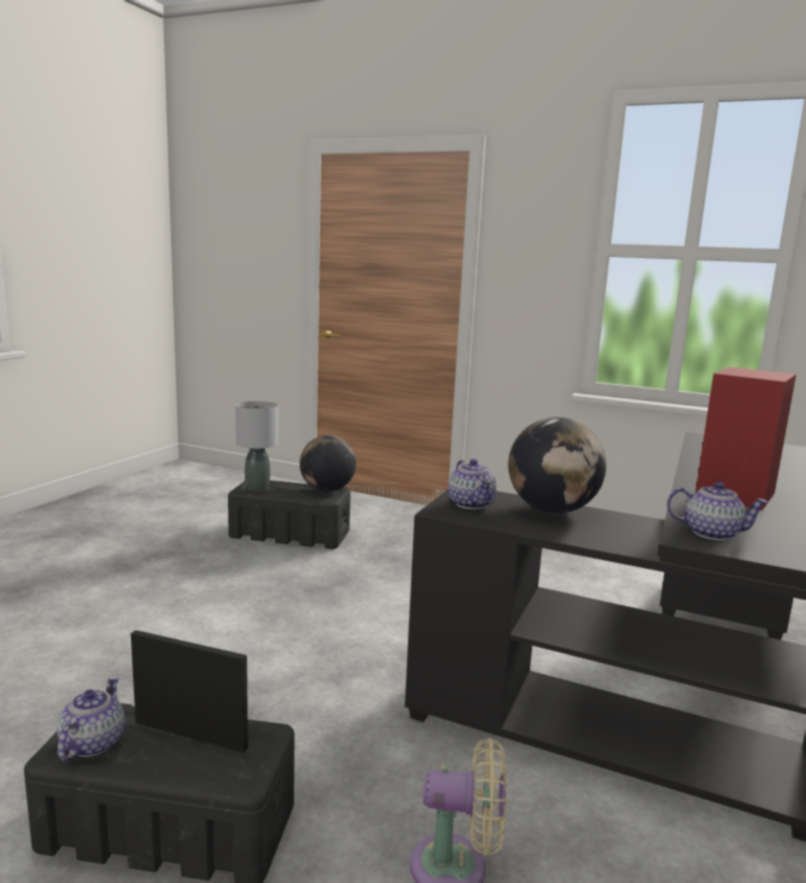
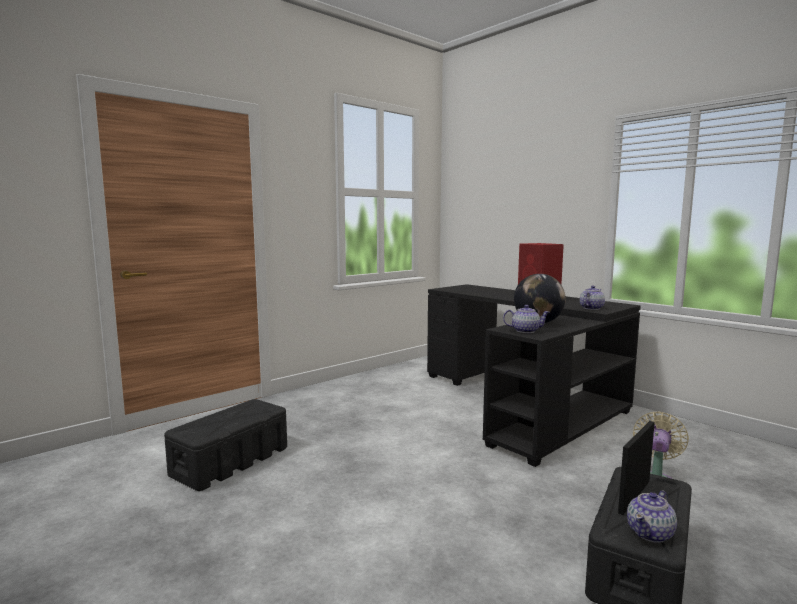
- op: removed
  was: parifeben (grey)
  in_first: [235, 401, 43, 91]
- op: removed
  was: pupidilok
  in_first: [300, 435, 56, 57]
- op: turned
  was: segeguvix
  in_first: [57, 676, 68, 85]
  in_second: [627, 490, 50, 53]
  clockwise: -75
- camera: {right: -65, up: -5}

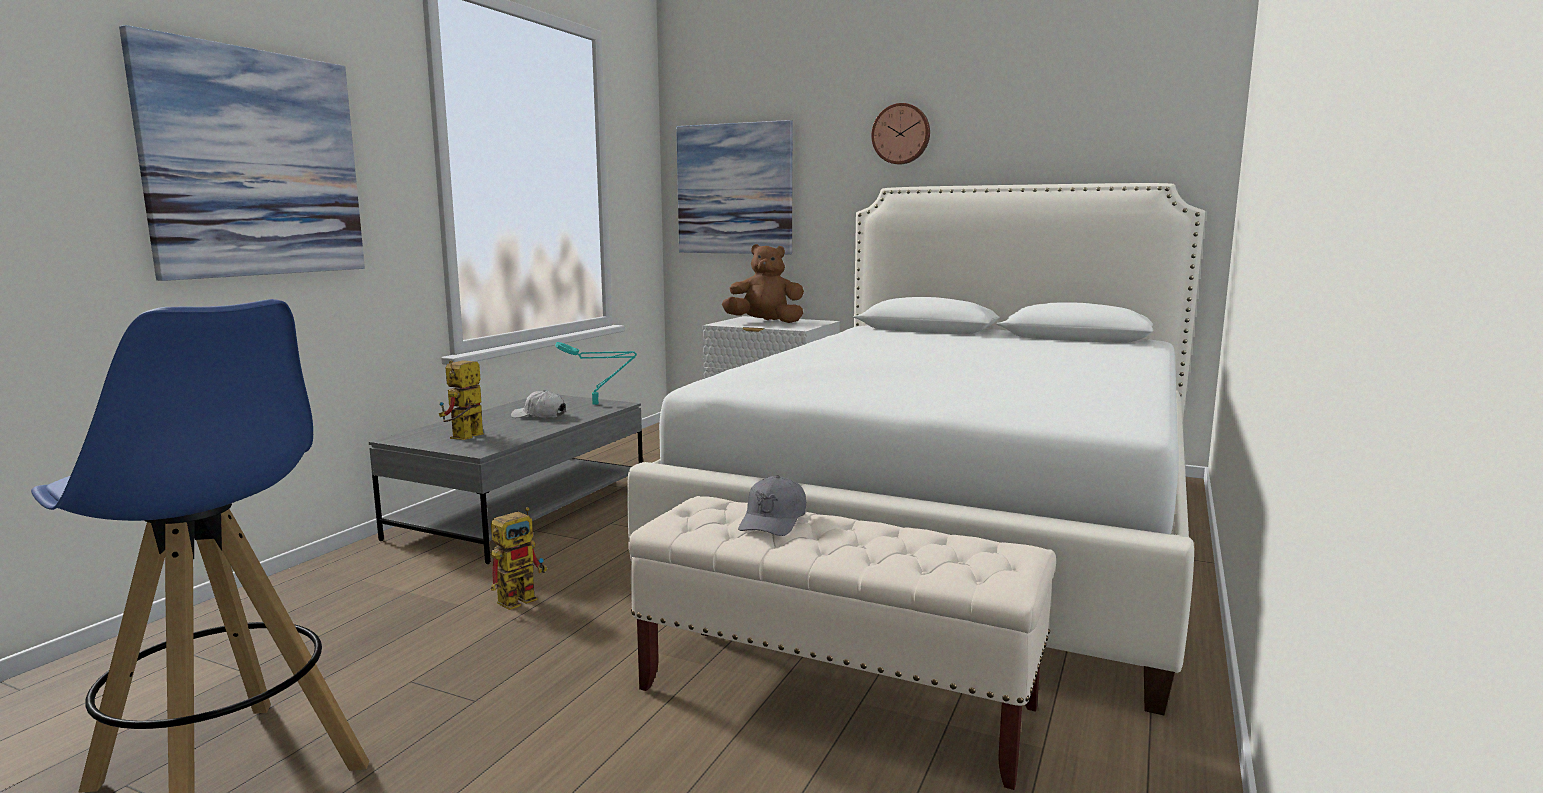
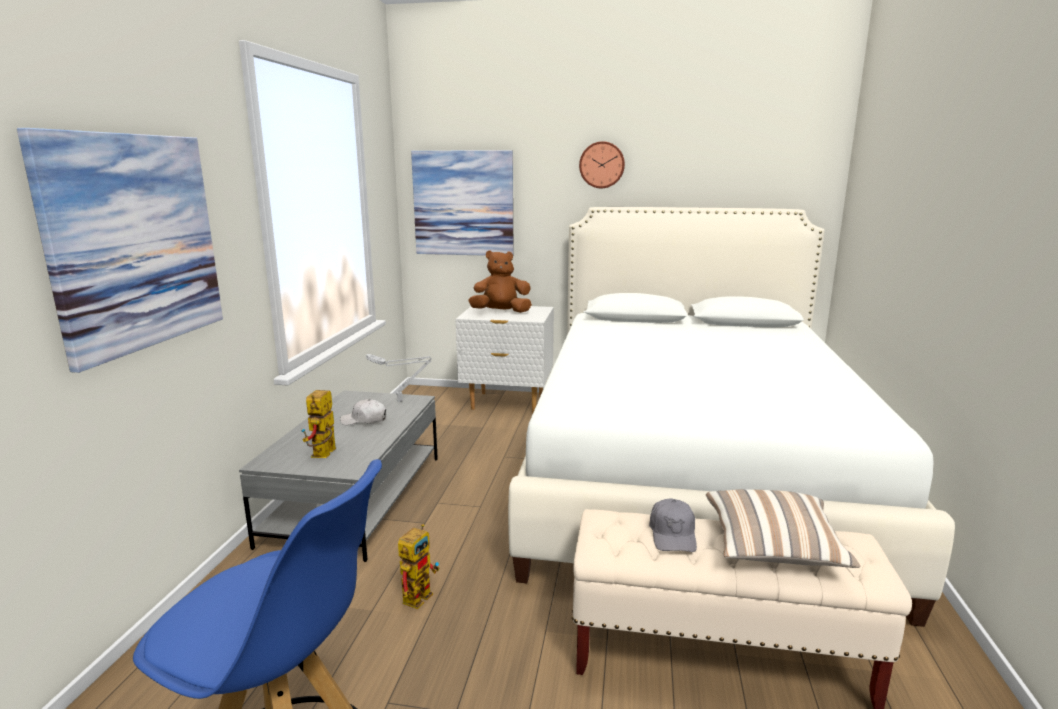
- op: recoloured
  was: parifeben (turquoise)
  now: parifeben (grey)
  in_first: [555, 342, 82, 63]
  in_second: [366, 354, 66, 48]
- op: added
  now: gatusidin
  in_second: [706, 489, 155, 79]
- camera: {right: -15, up: 5}

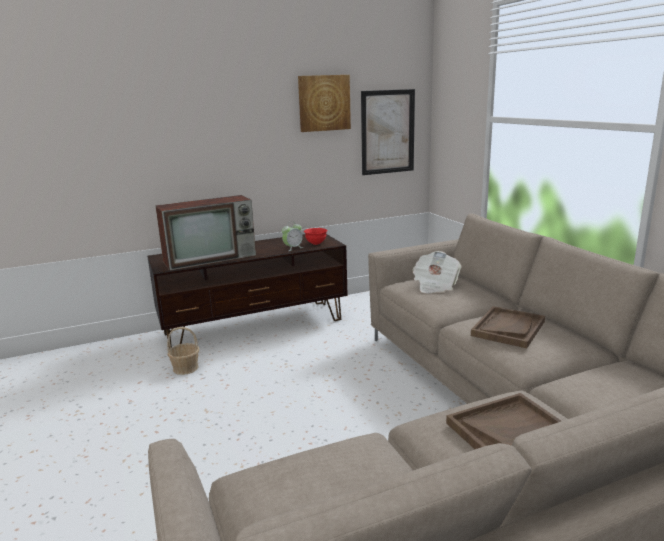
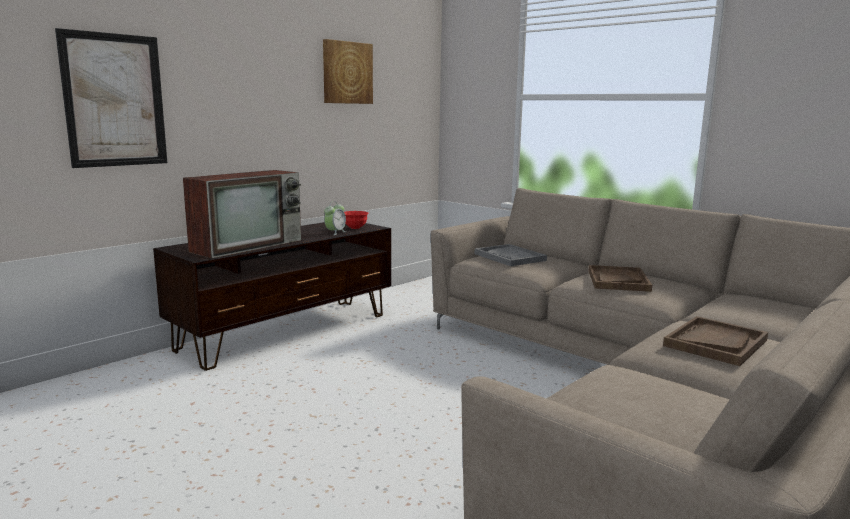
- op: moved
  was: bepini
  in_first: [361, 89, 54, 86]
  in_second: [55, 28, 112, 140]
- op: replaced
  was: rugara
  now: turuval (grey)
  in_first: [412, 251, 50, 43]
  in_second: [475, 244, 72, 22]
- op: removed
  was: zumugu
  in_first: [167, 327, 32, 48]
- camera: {right: -25, up: -5}

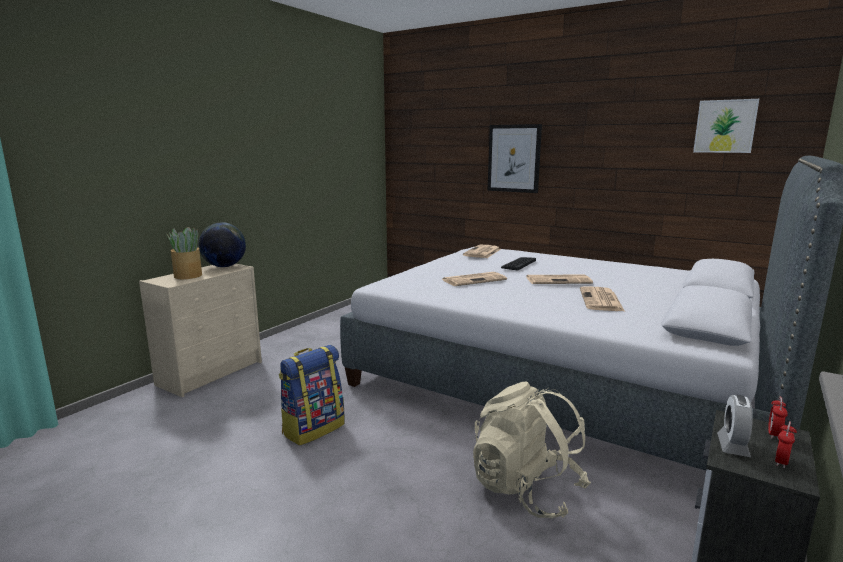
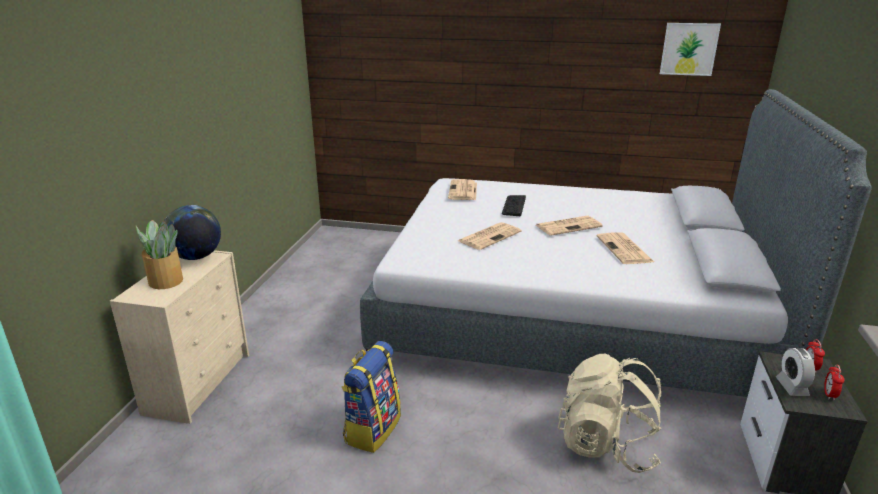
- op: removed
  was: bepini
  in_first: [488, 124, 54, 69]
- camera: {right: -20, up: 10}

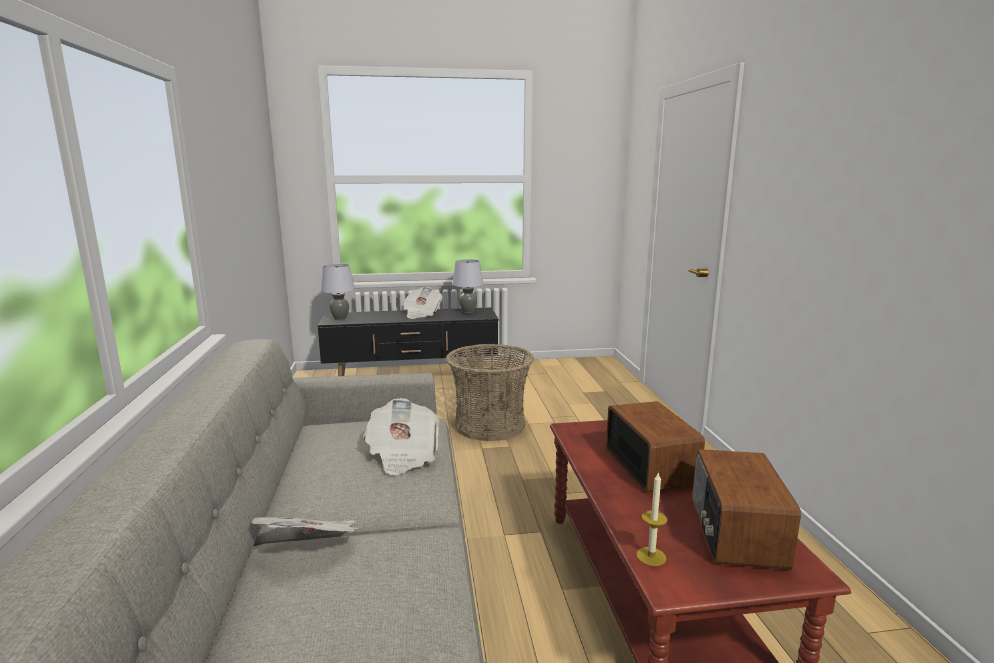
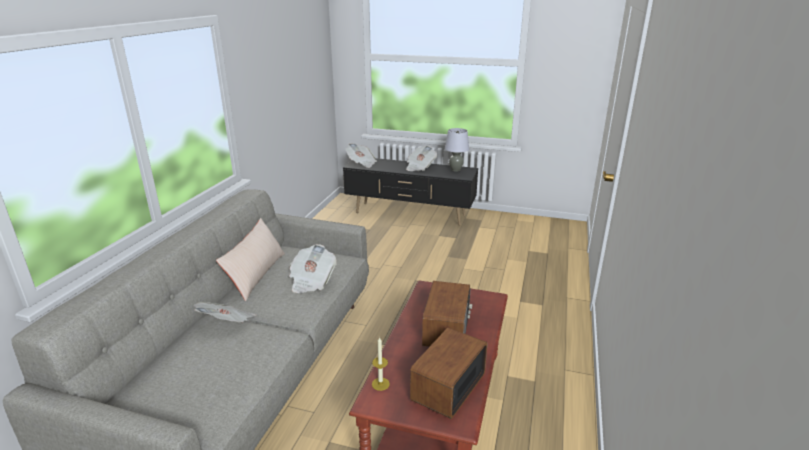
- op: replaced
  was: parifeben (grey)
  now: rugara
  in_first: [321, 264, 34, 56]
  in_second: [345, 143, 32, 25]
- op: removed
  was: zumugu
  in_first: [446, 344, 88, 97]
- op: added
  now: gatusidin (beige)
  in_second: [216, 218, 69, 83]
- camera: {right: 25, up: 10}

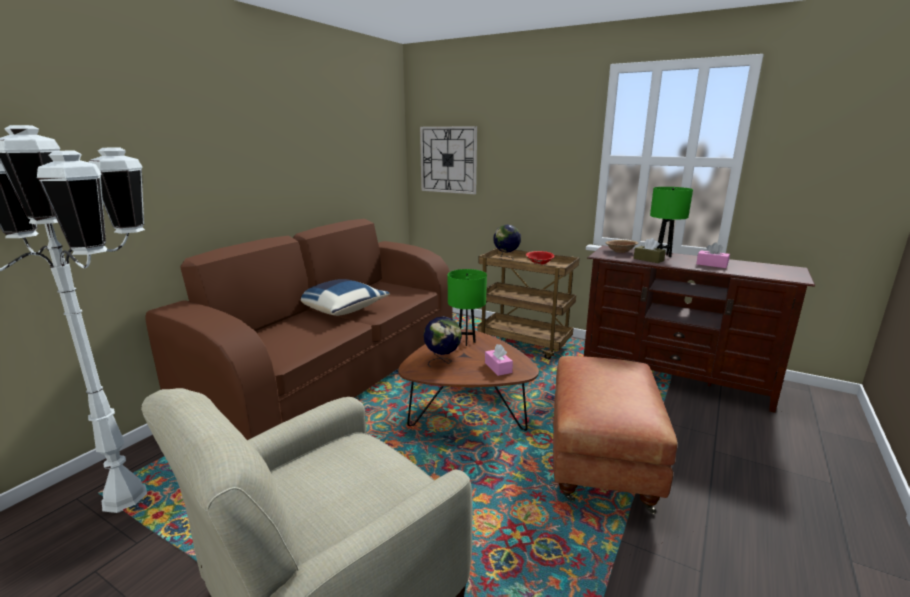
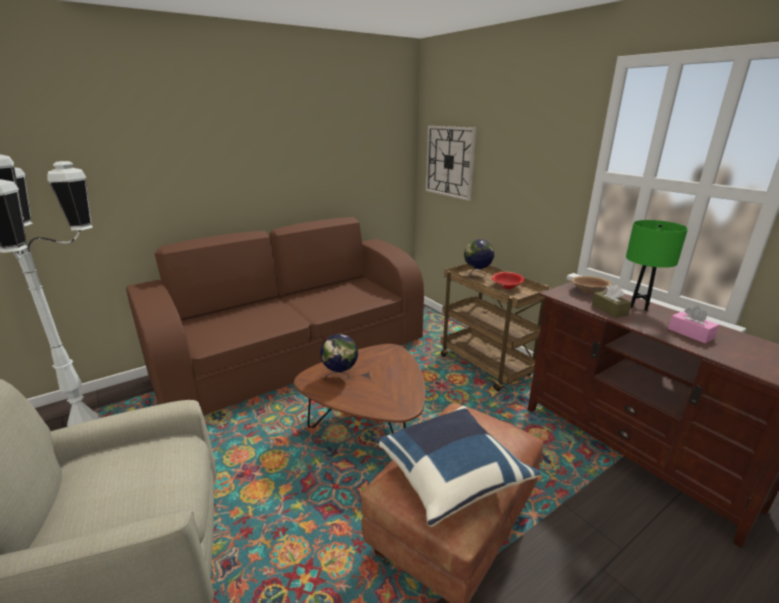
- op: removed
  was: parifeben (green)
  in_first: [448, 269, 39, 77]
- op: moved
  was: gatusidin (blue)
  in_first: [301, 279, 89, 37]
  in_second: [375, 406, 166, 121]
- op: removed
  was: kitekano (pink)
  in_first: [485, 344, 28, 32]
- camera: {right: 25, up: 5}

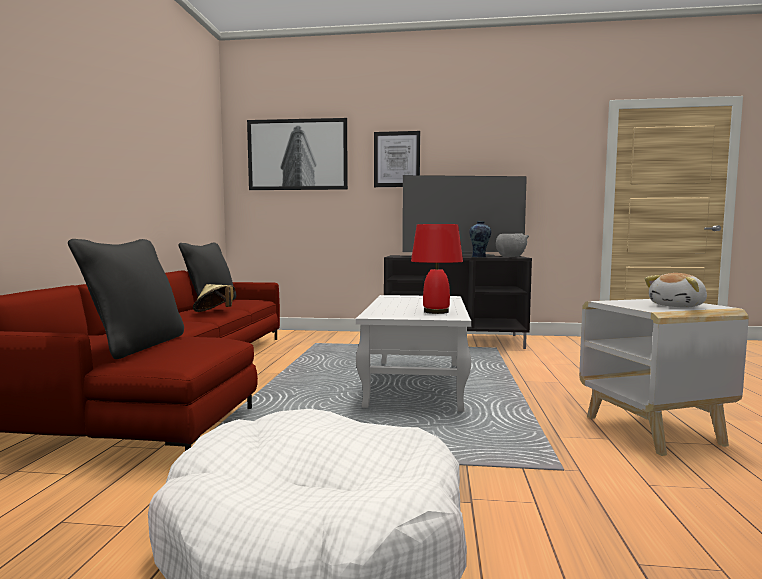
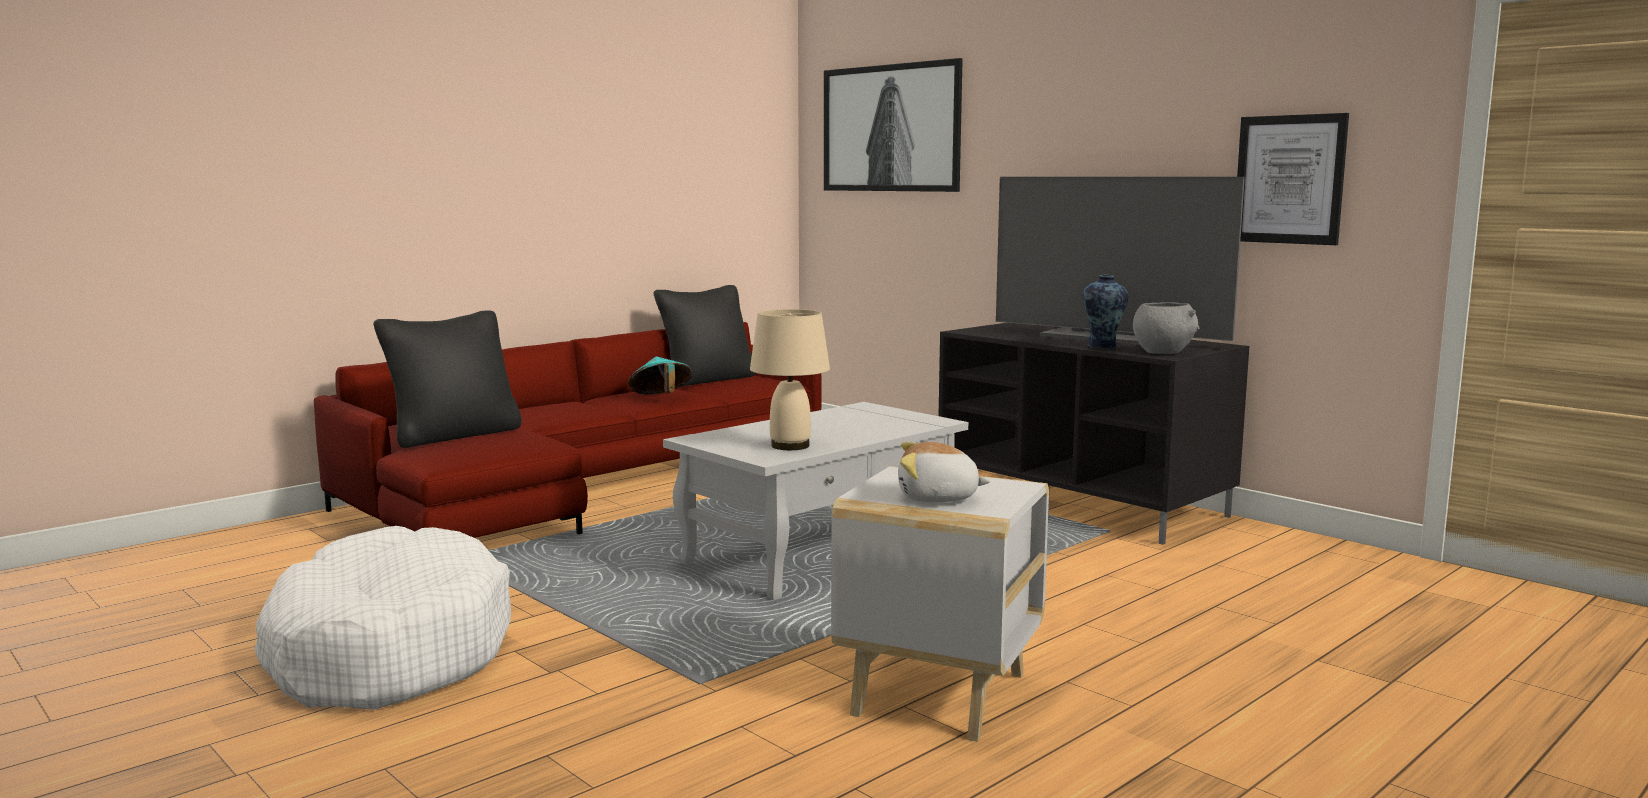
- op: moved
  was: bepini
  in_first: [374, 131, 46, 56]
  in_second: [1237, 113, 112, 132]
- op: recoloured
  was: parifeben (red)
  now: parifeben (beige)
  in_first: [411, 224, 52, 90]
  in_second: [750, 309, 80, 141]
- op: recoloured
  was: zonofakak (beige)
  now: zonofakak (turquoise)
  in_first: [193, 284, 42, 28]
  in_second: [628, 356, 64, 39]
- camera: {right: 40, up: 5}

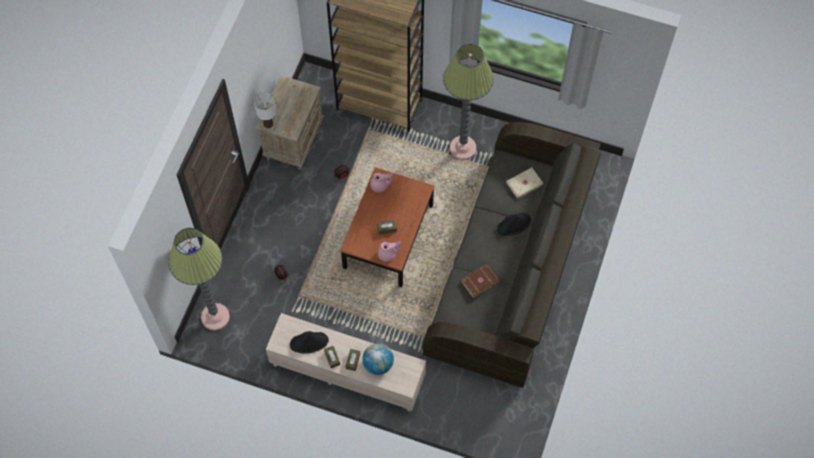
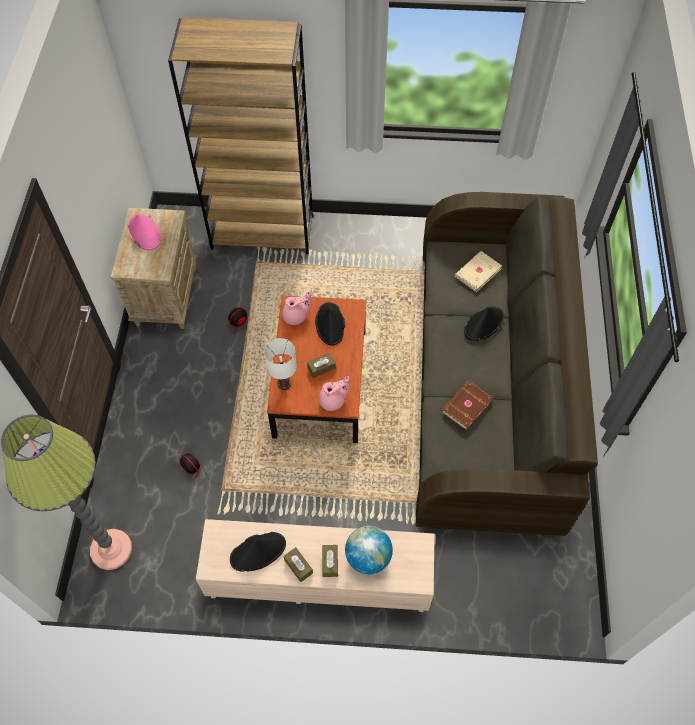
- op: removed
  was: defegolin
  in_first: [443, 44, 51, 116]
- op: moved
  was: parifeben (white)
  in_first: [254, 92, 22, 36]
  in_second: [264, 338, 33, 52]
- op: added
  now: zonofakak (pink)
  in_second: [128, 214, 33, 36]
- op: added
  now: zonofakak (black)
  in_second: [315, 302, 30, 43]
- camera: {right: -15, up: -5}

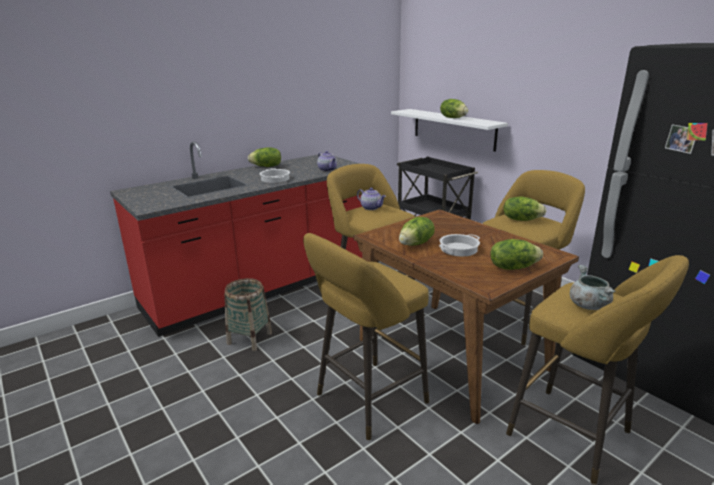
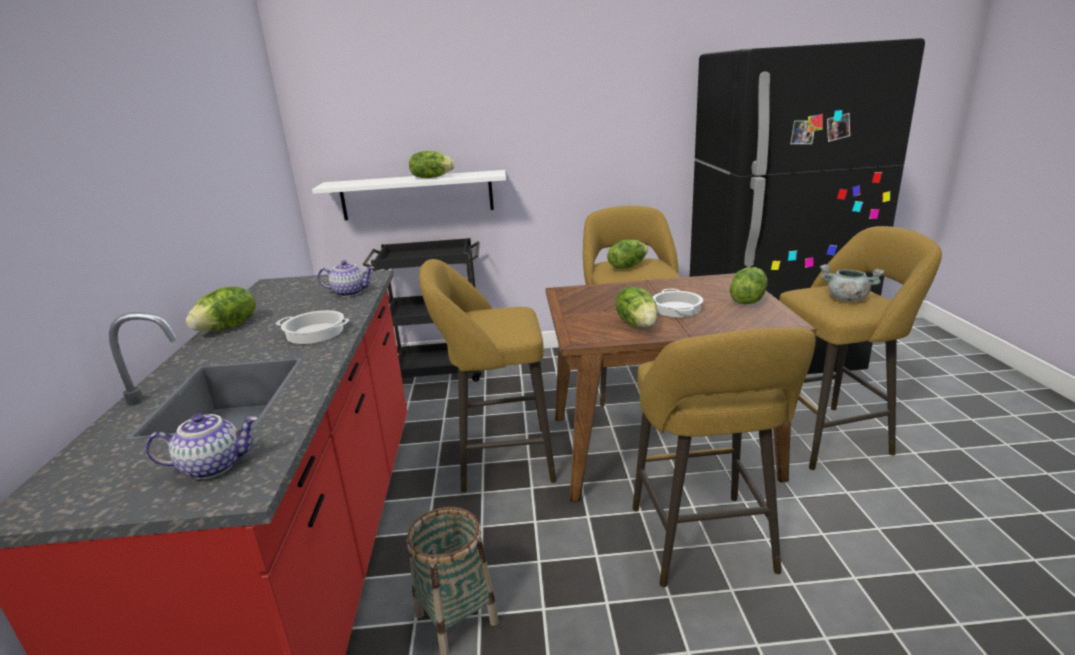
- op: moved
  was: segeguvix
  in_first: [357, 188, 29, 22]
  in_second: [145, 413, 113, 66]
- camera: {right: -55, up: 0}

